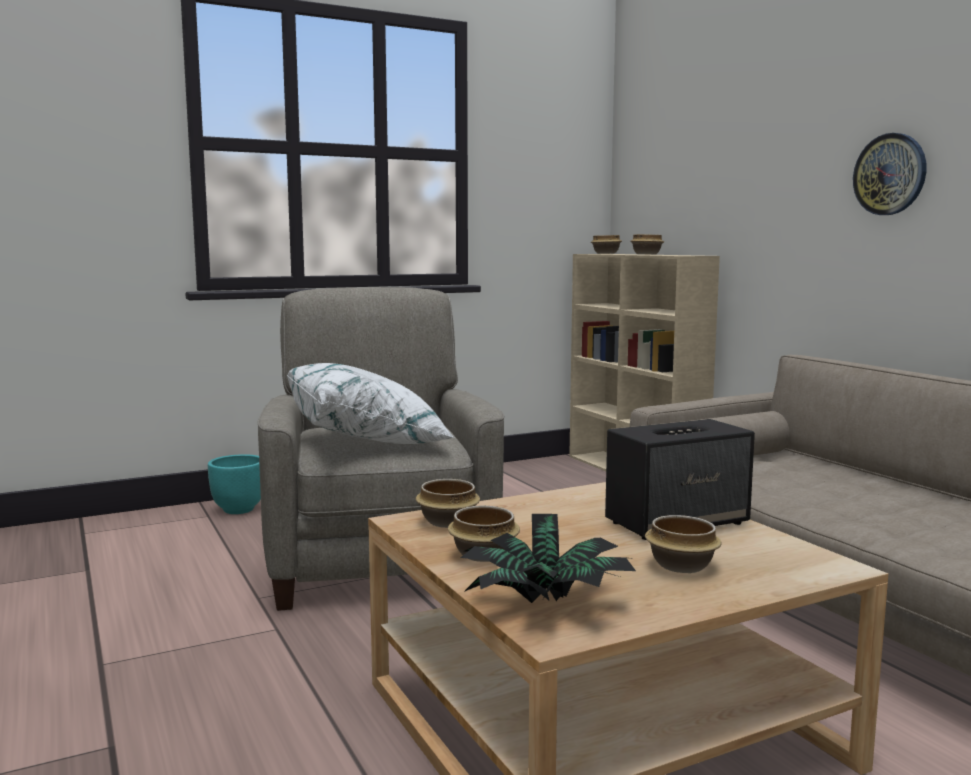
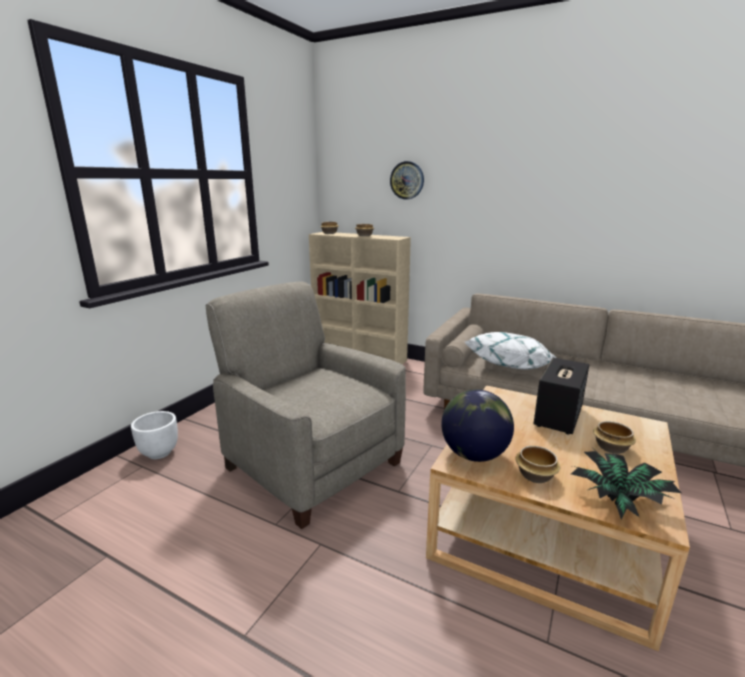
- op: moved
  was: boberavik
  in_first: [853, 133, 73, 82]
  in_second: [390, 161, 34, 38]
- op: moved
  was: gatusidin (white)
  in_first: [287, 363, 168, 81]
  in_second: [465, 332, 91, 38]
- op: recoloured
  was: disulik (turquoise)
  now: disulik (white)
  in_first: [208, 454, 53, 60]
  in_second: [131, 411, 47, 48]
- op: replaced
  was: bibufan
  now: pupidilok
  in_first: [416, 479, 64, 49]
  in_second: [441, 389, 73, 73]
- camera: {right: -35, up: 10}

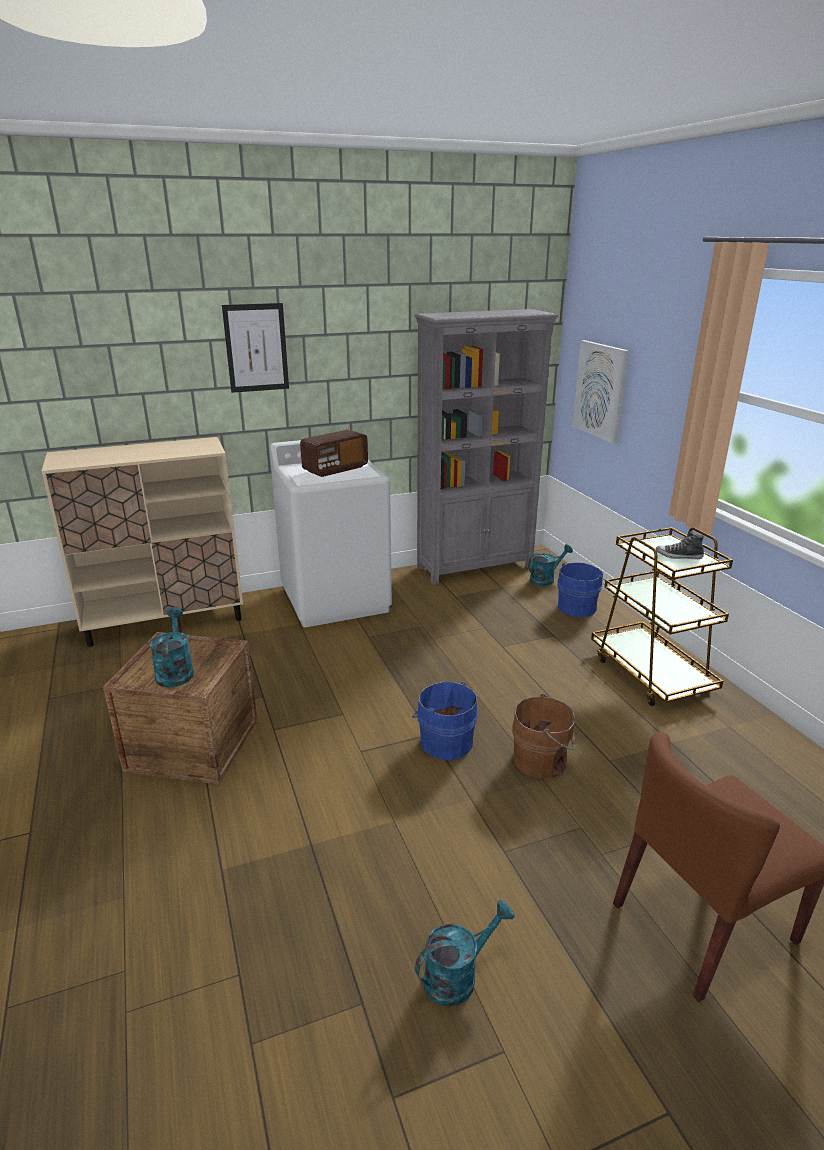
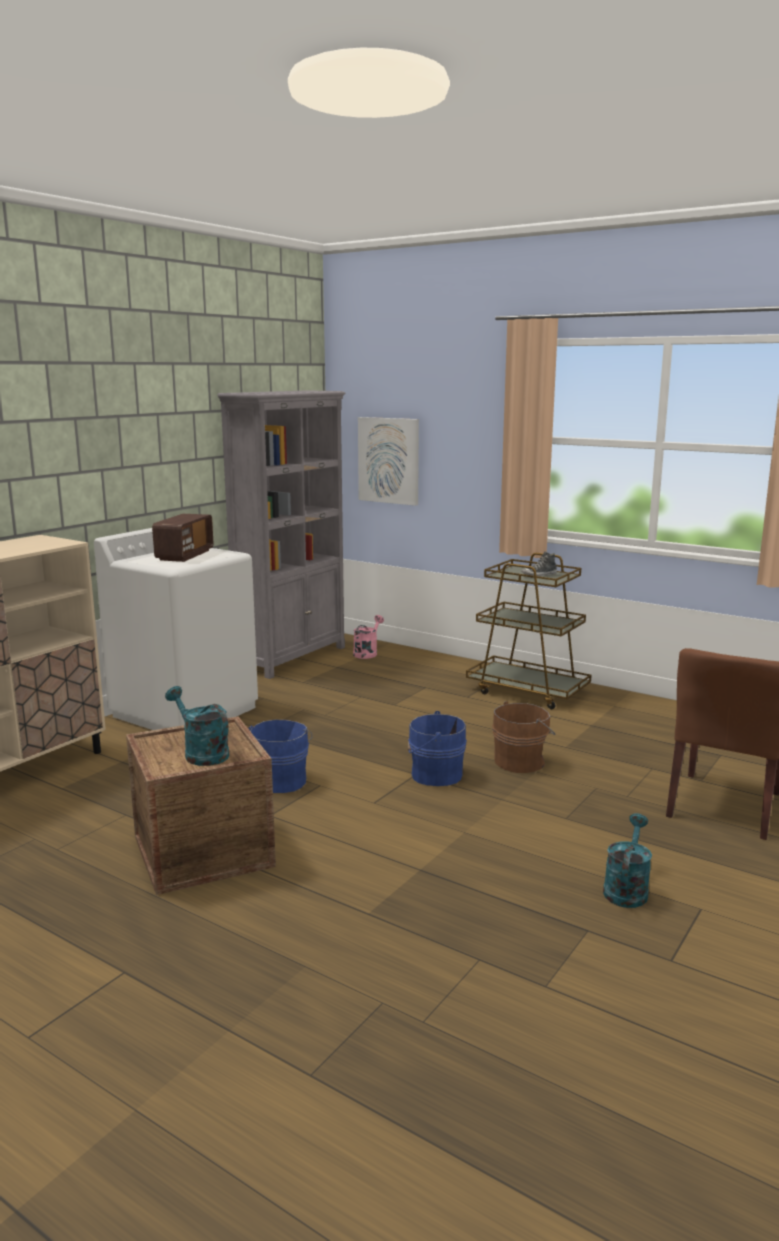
- op: removed
  was: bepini
  in_first: [222, 303, 67, 90]
- op: recoloured
  was: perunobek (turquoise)
  now: perunobek (pink)
  in_first: [528, 544, 45, 42]
  in_second: [353, 615, 31, 44]
- op: moved
  was: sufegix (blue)
  in_first: [557, 562, 48, 55]
  in_second: [248, 720, 65, 73]
- camera: {right: -35, up: -10}

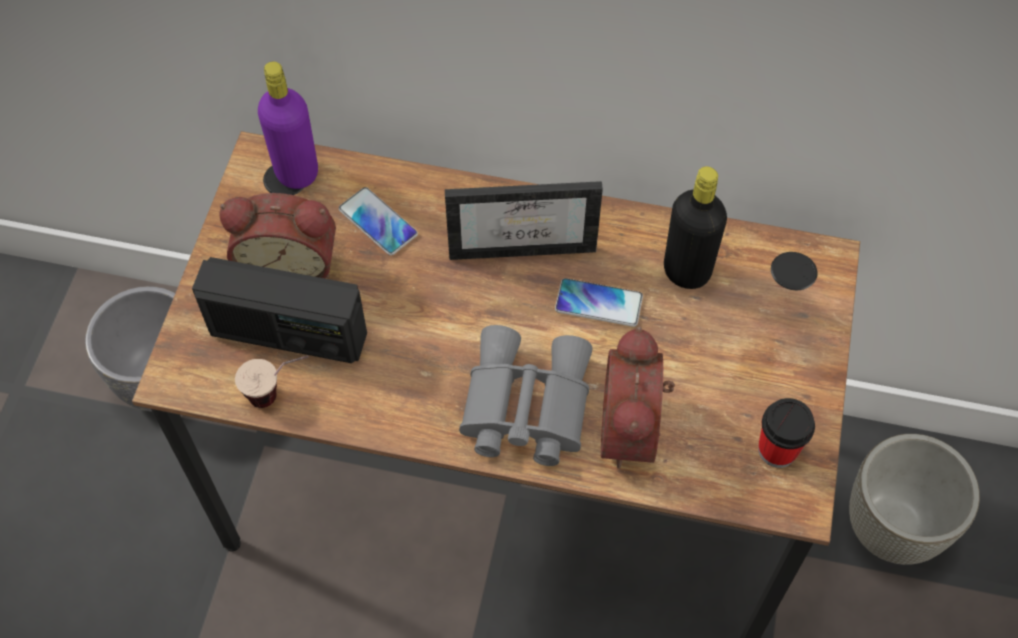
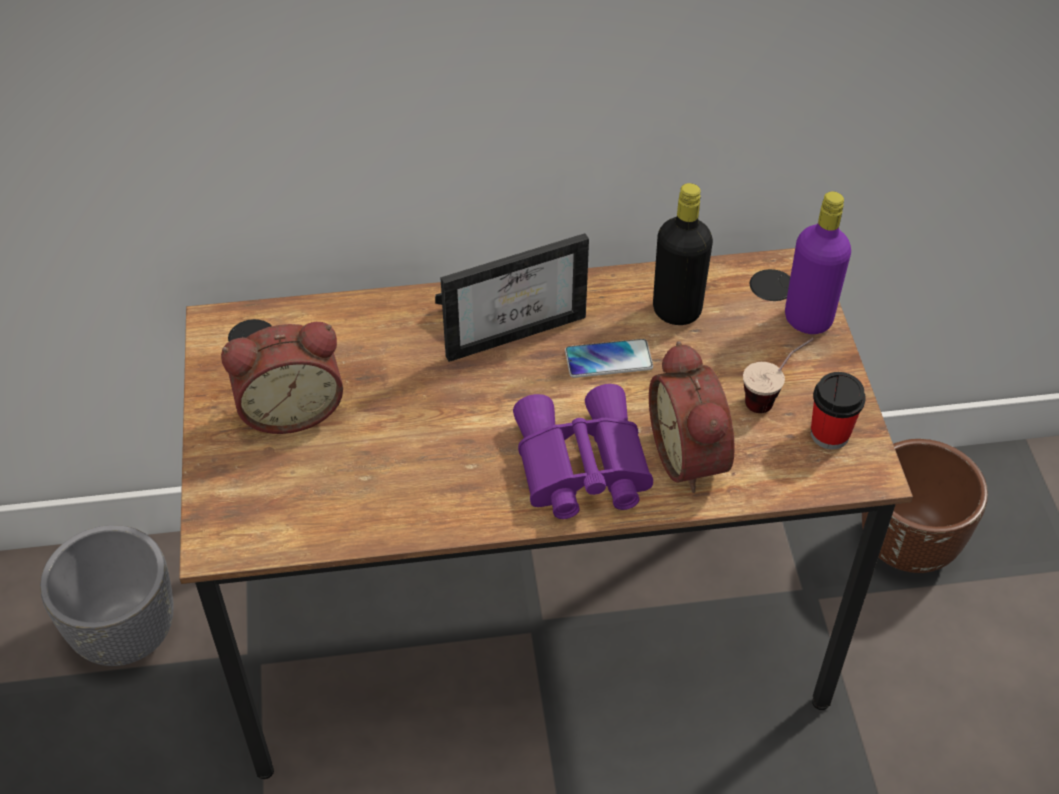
- op: moved
  was: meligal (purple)
  in_first: [258, 62, 60, 127]
  in_second: [785, 191, 66, 143]
- op: removed
  was: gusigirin
  in_first: [339, 187, 79, 68]
- op: removed
  was: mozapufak
  in_first: [192, 257, 175, 106]
- op: recoloured
  was: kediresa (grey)
  now: kediresa (purple)
  in_first: [459, 325, 134, 141]
  in_second: [513, 384, 140, 135]
- op: moved
  was: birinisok
  in_first: [235, 355, 74, 53]
  in_second: [743, 338, 71, 75]
- op: recoloured
  was: disulik (grey)
  now: disulik (brown)
  in_first: [849, 434, 131, 131]
  in_second: [862, 439, 126, 134]
- camera: {right: -20, up: -10}

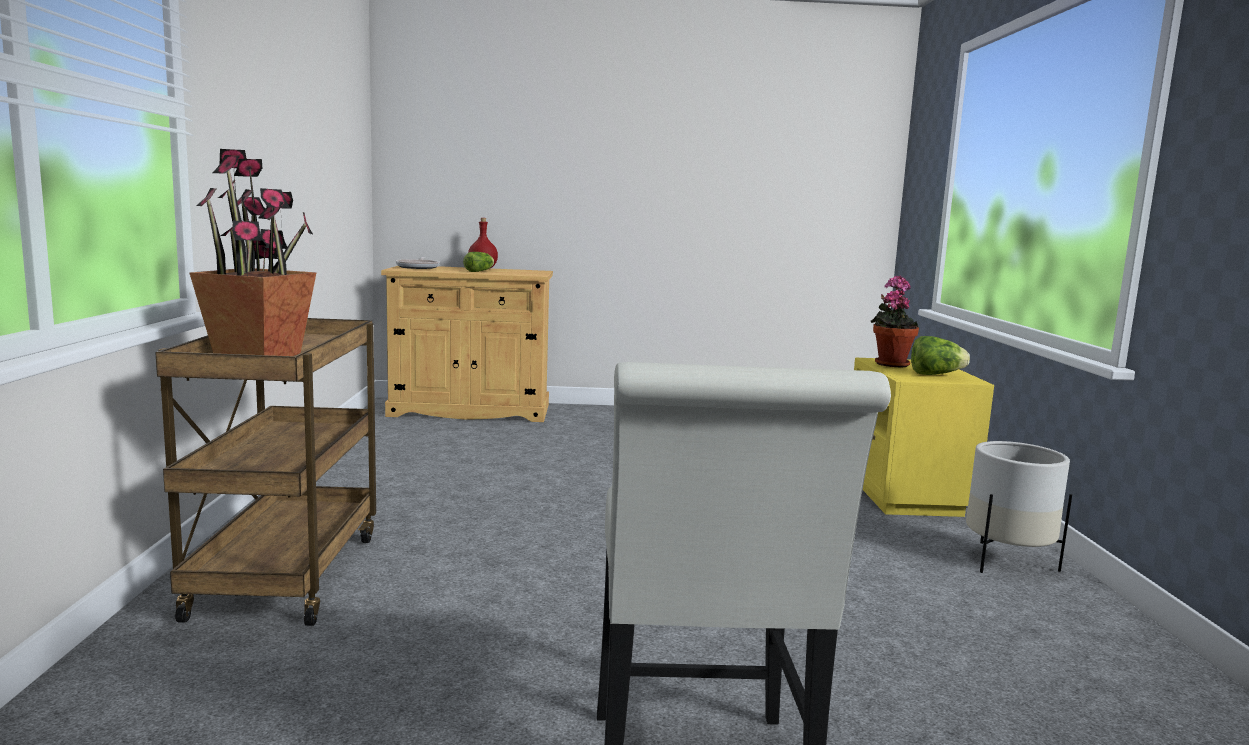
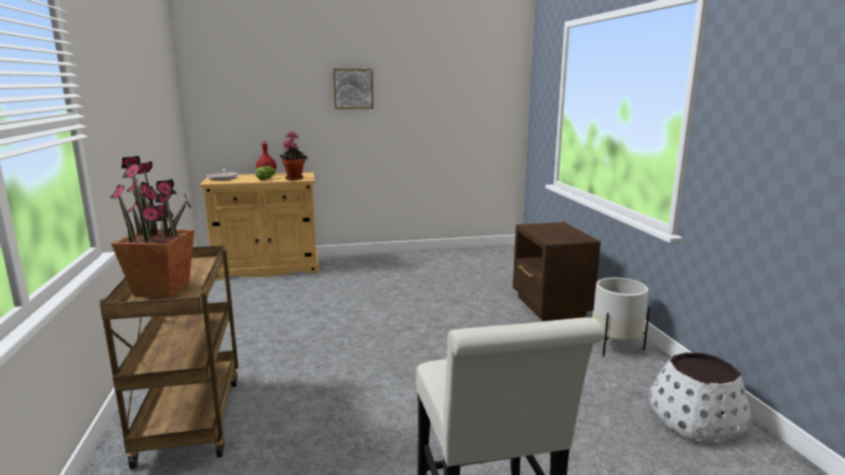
- op: moved
  was: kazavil
  in_first: [871, 275, 49, 92]
  in_second: [280, 132, 28, 48]
- op: removed
  was: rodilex
  in_first: [911, 336, 59, 39]
- op: recoloured
  was: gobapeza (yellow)
  now: gobapeza (brown)
  in_first: [854, 358, 140, 159]
  in_second: [513, 222, 88, 99]
- op: added
  now: bepini
  in_second: [333, 69, 40, 40]
- op: added
  now: disulik (white)
  in_second: [649, 353, 102, 89]
- camera: {right: -10, up: 5}

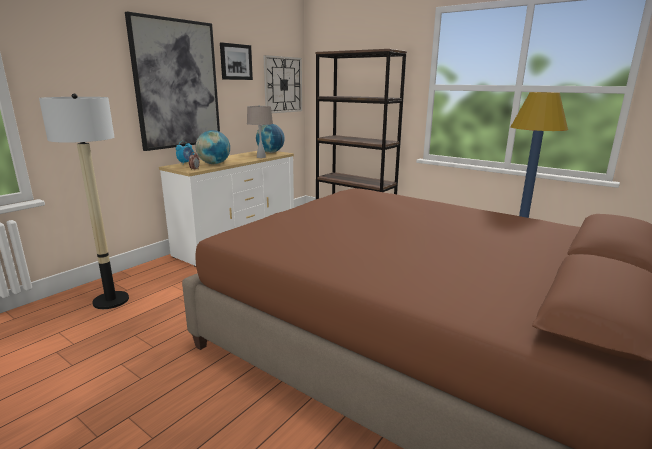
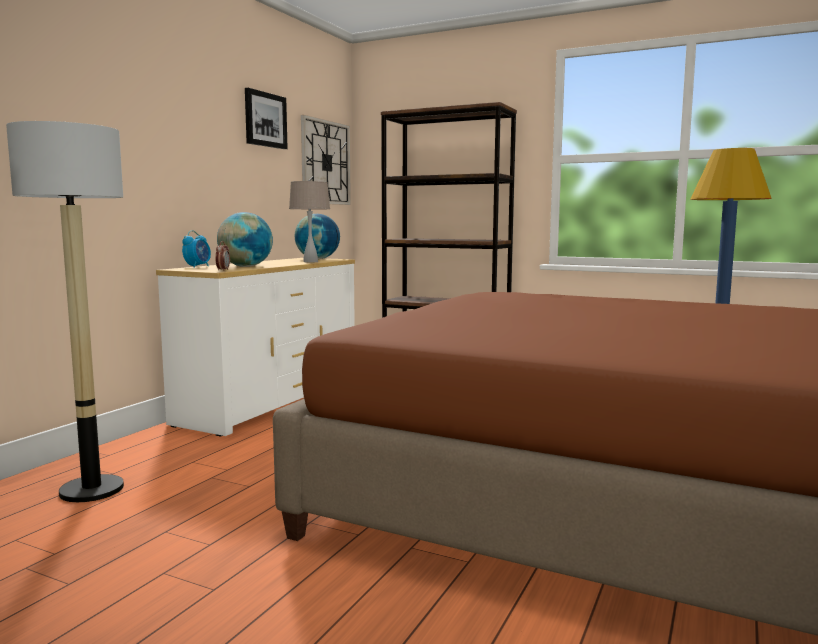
- op: removed
  was: bepini
  in_first: [125, 12, 95, 139]
- camera: {right: -10, up: -10}

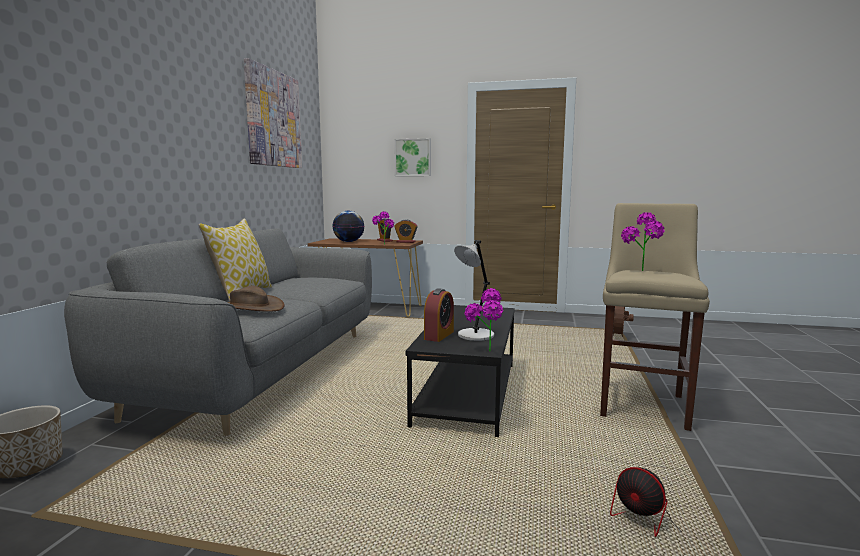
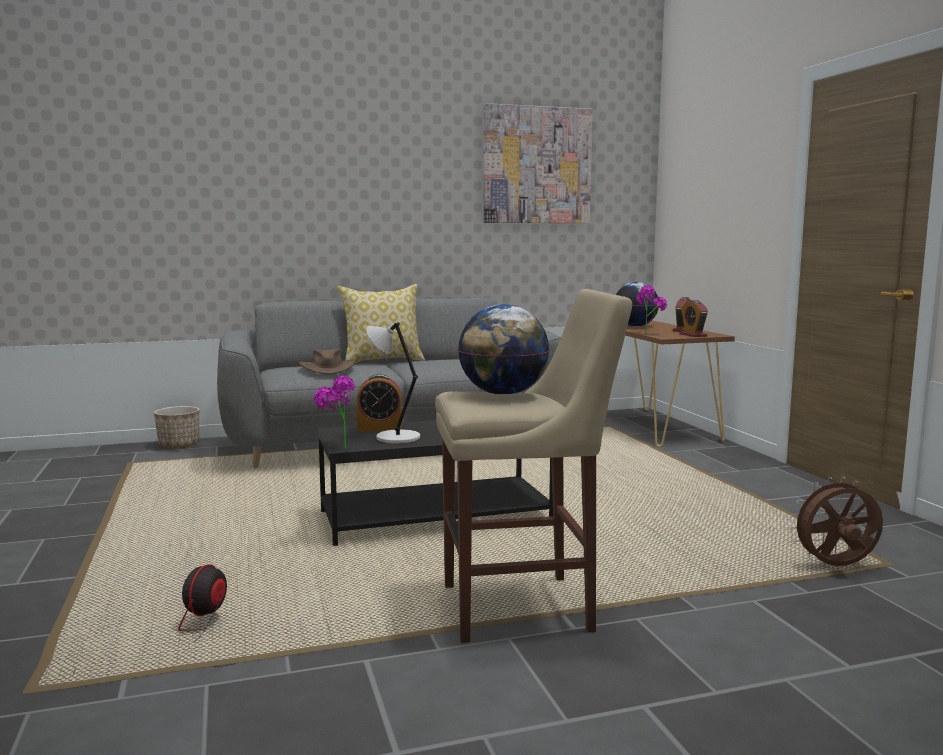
- op: removed
  was: bepini
  in_first: [394, 138, 37, 38]
- op: replaced
  was: kazavil
  now: pupidilok
  in_first: [621, 212, 44, 59]
  in_second: [458, 304, 92, 91]
- camera: {right: 60, up: 0}

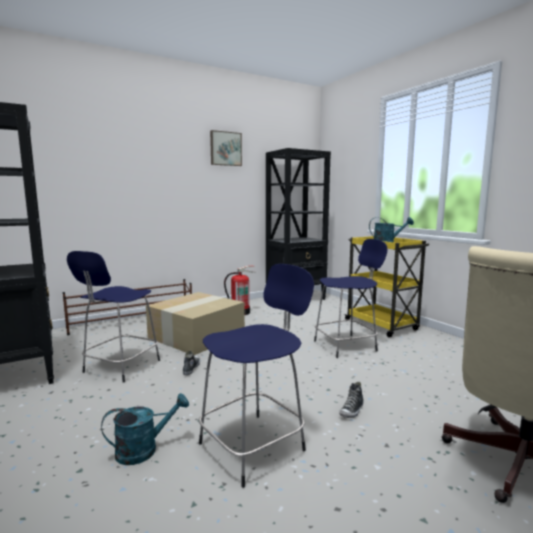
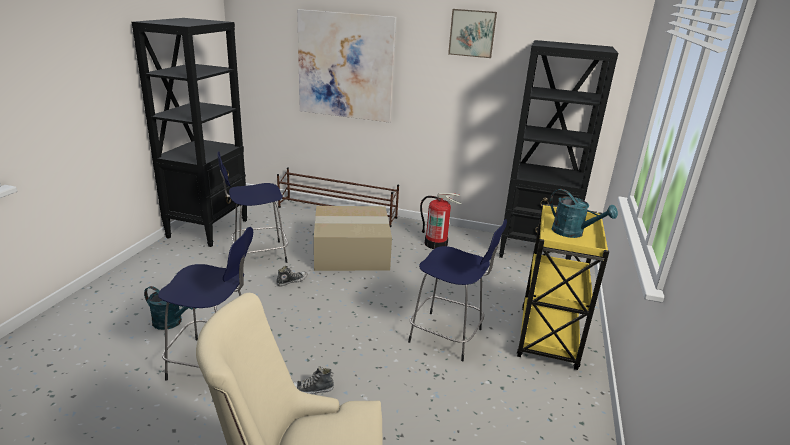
- op: added
  now: bepini
  in_second: [297, 9, 99, 114]
- camera: {right: 45, up: 15}

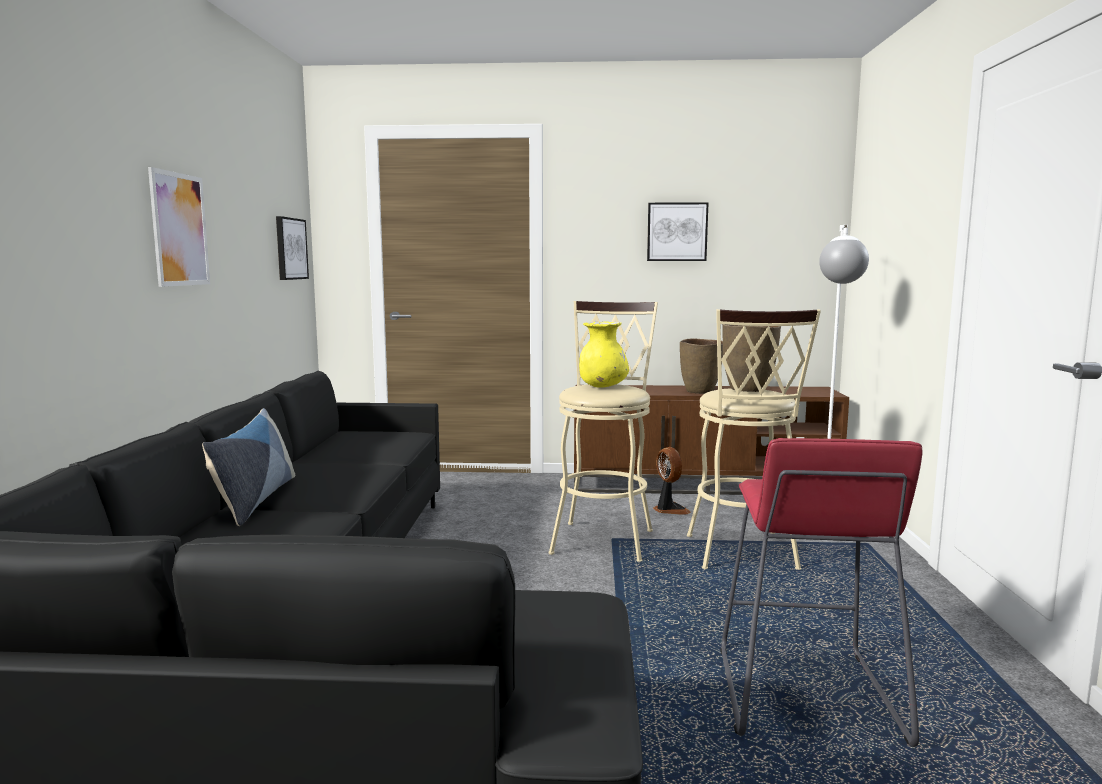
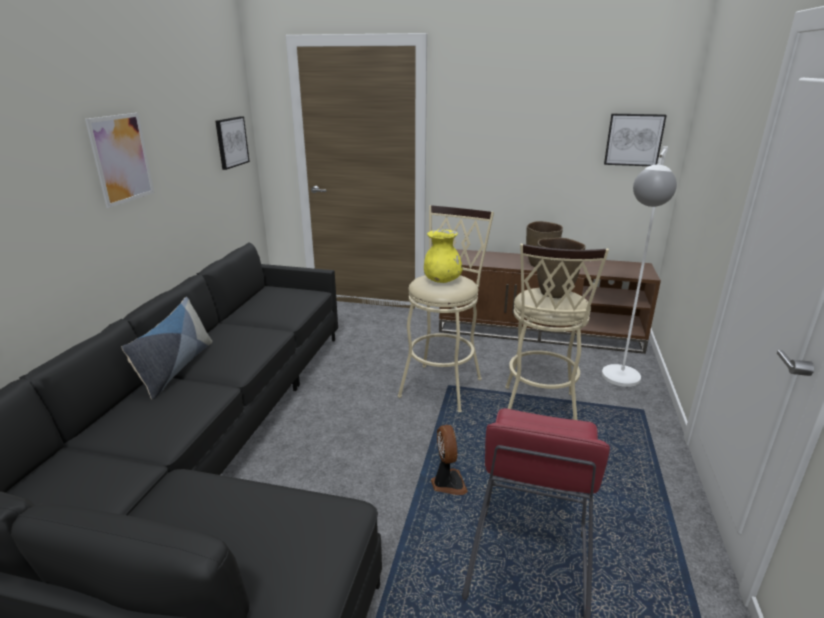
- op: moved
  was: bepini
  in_first: [647, 202, 62, 59]
  in_second: [604, 114, 63, 52]
- op: moved
  was: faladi
  in_first: [653, 447, 38, 67]
  in_second: [431, 425, 37, 70]
- camera: {right: 10, up: 15}

